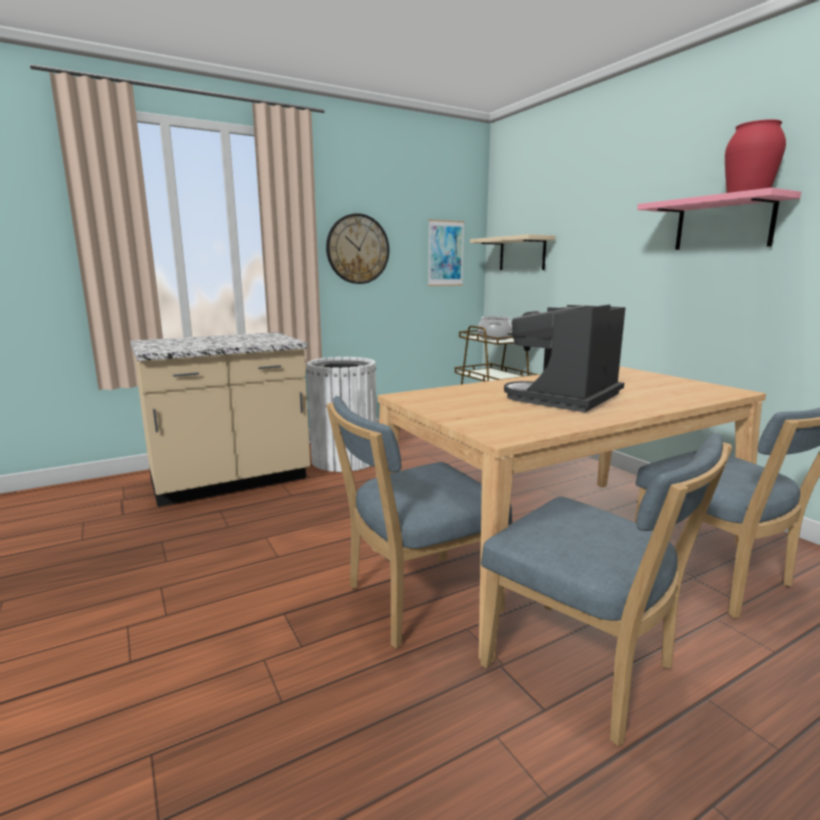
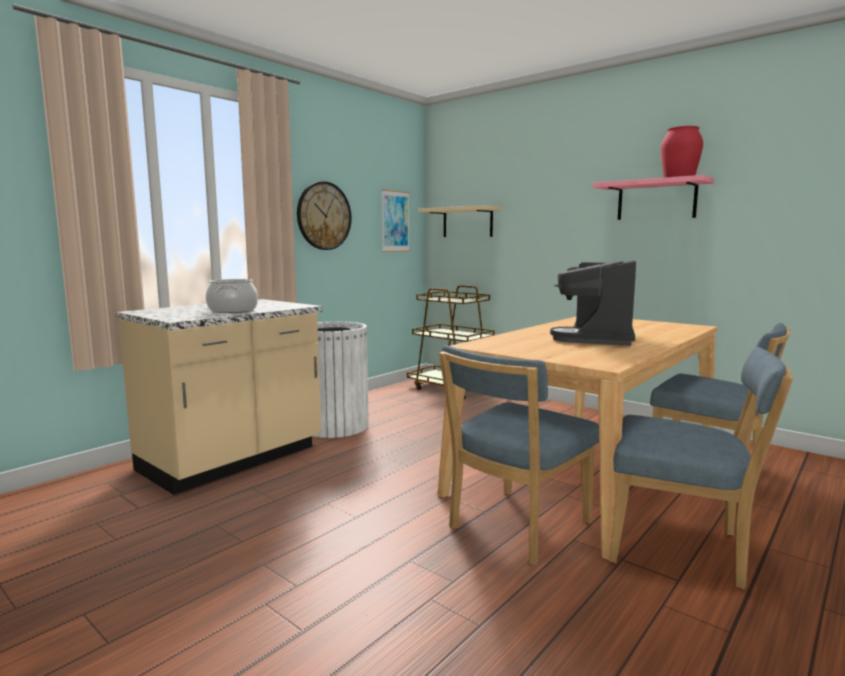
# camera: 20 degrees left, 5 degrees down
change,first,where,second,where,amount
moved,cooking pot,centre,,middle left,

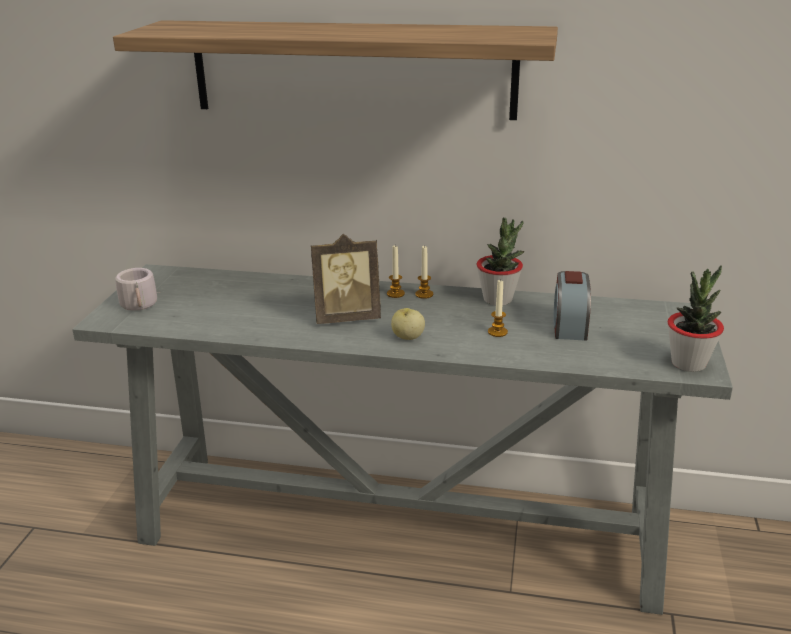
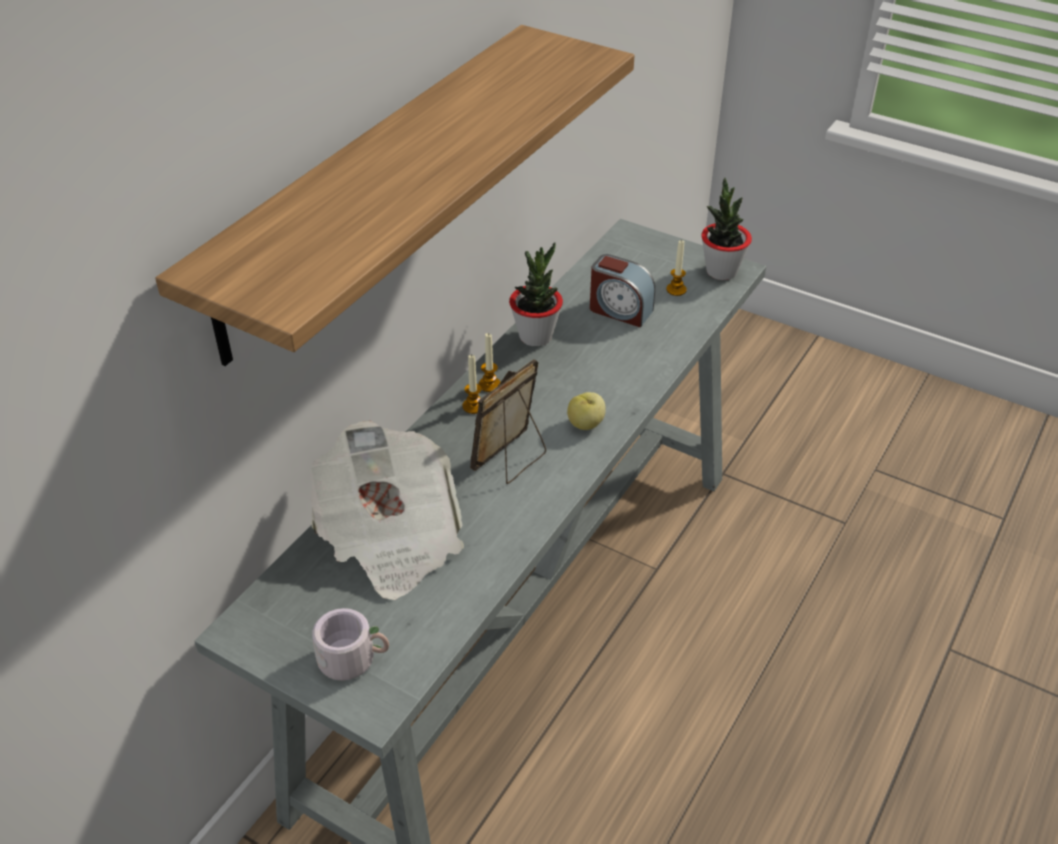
# camera: 70 degrees left, 15 degrees up
change,first,where,second,where,amount
added,,,newspaper,centre,
moved,candle (3rd from left),centre,,top centre,
turned,picture frame,centre,,centre,150 degrees counterclockwise

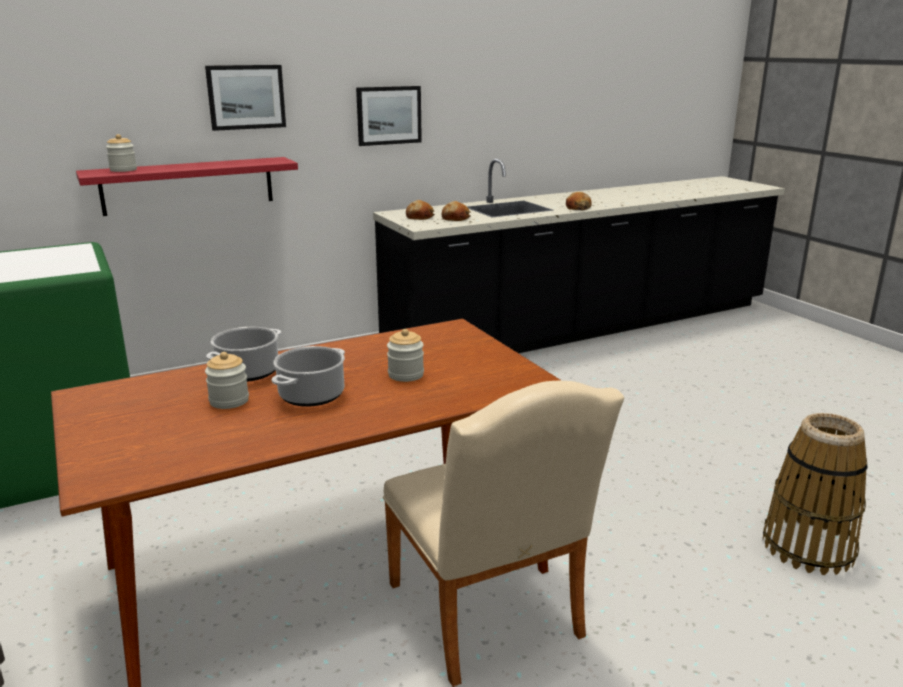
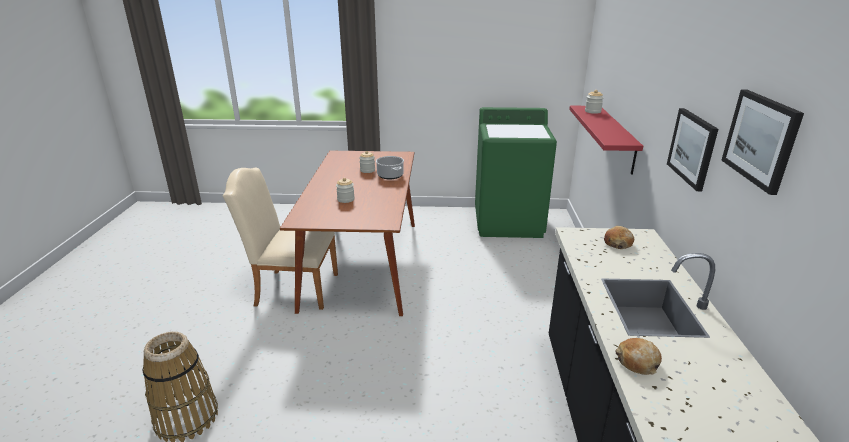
# camera: 120 degrees right, 5 degrees up
change,first,where,second,where,amount
removed,cooking pot (2nd from left),centre,,,
removed,bread (2nd from left),top centre,,,
moved,picture (1st from left in the first image),top left,picture (2nd from left),top right,

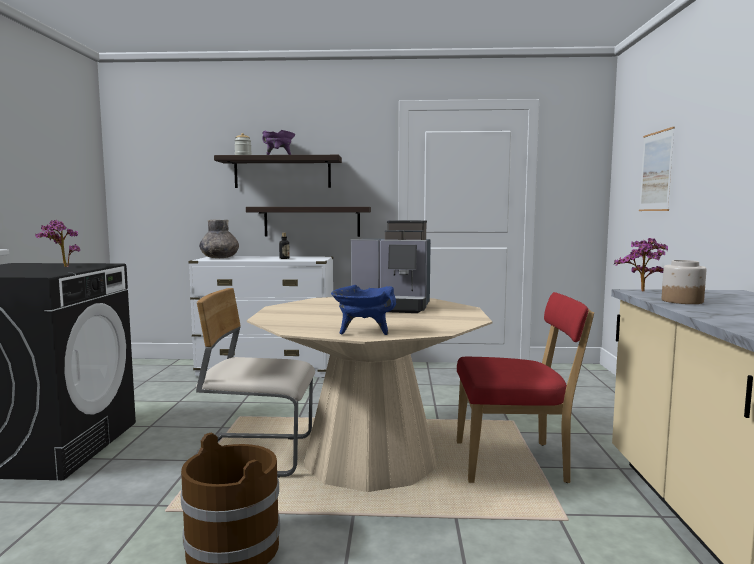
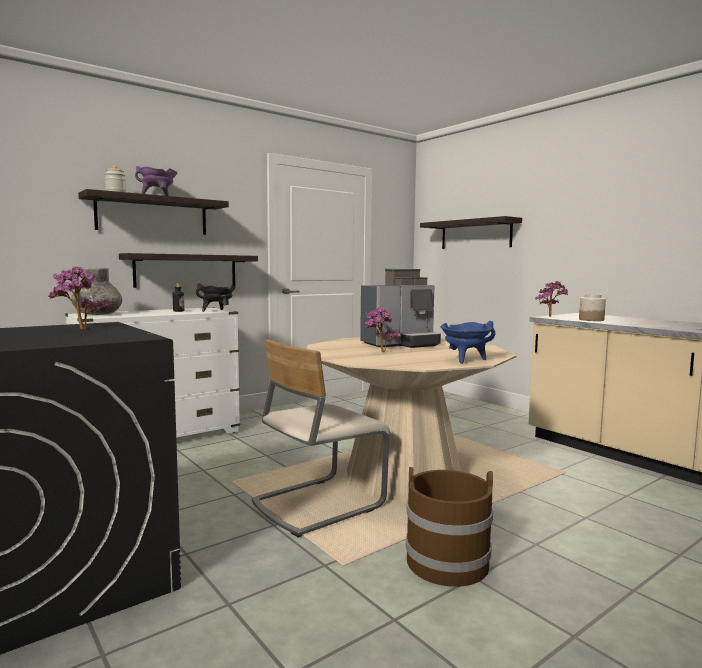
# camera: 40 degrees left, 0 degrees up
change,first,where,second,where,amount
removed,red chair,bottom right,,,
added,,,black cooking pot,middle left,
added,,,potted plant (2nd from left),centre,
replaced,picture,top right,shelf (3rd from left),middle right,

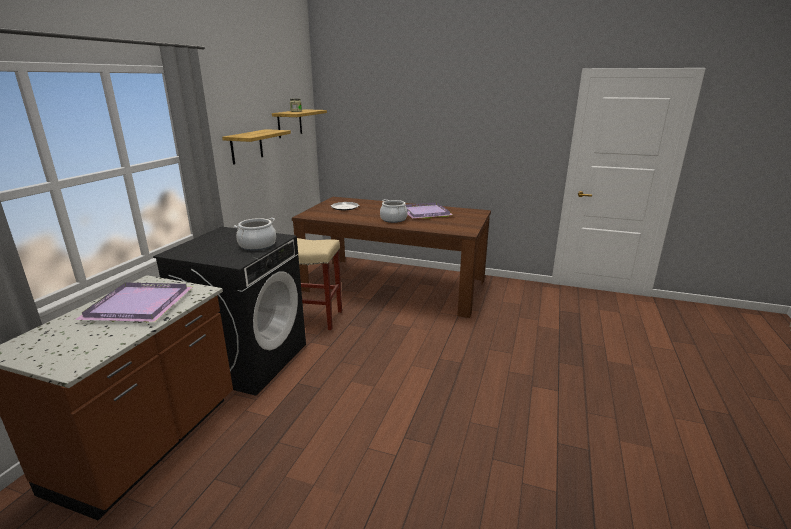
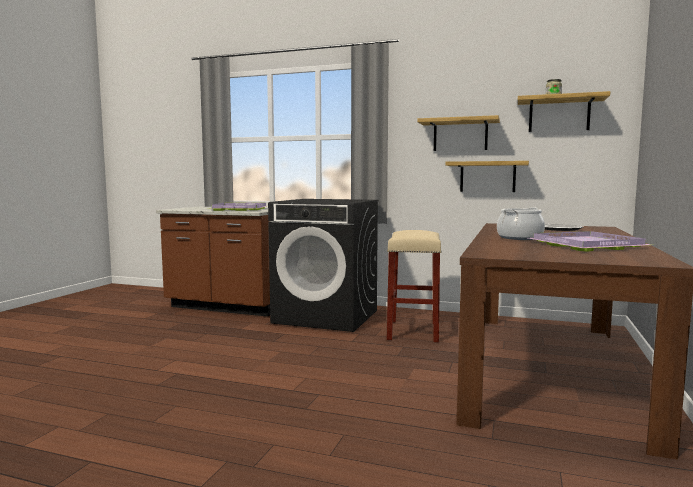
# camera: 90 degrees right, 15 degrees down
change,first,where,second,where,amount
removed,cooking pot (1st from left),middle left,,,
added,,,shelf (2nd from left),middle right,

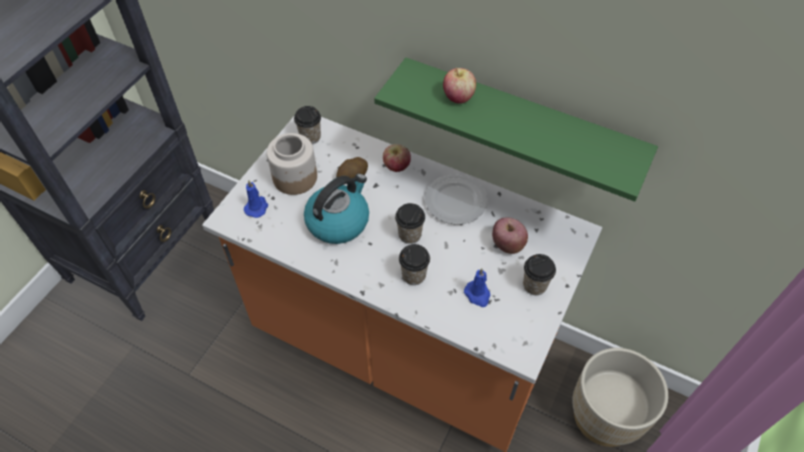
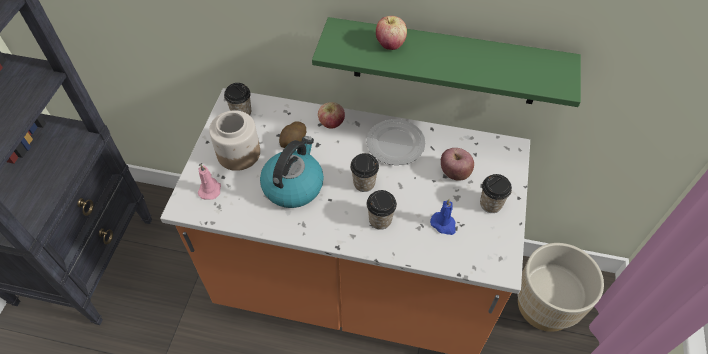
# camera: 15 degrees left, 0 degrees up
change,first,where,second,where,amount
recoloured,blue candle (1st from left),middle left,pink candle,middle left,

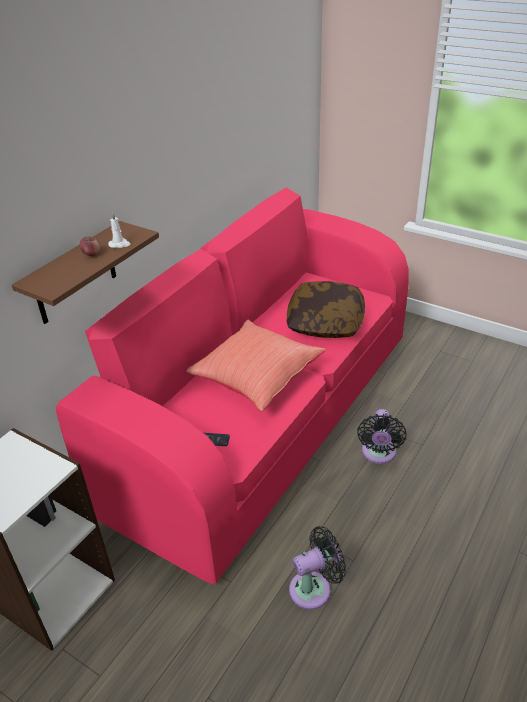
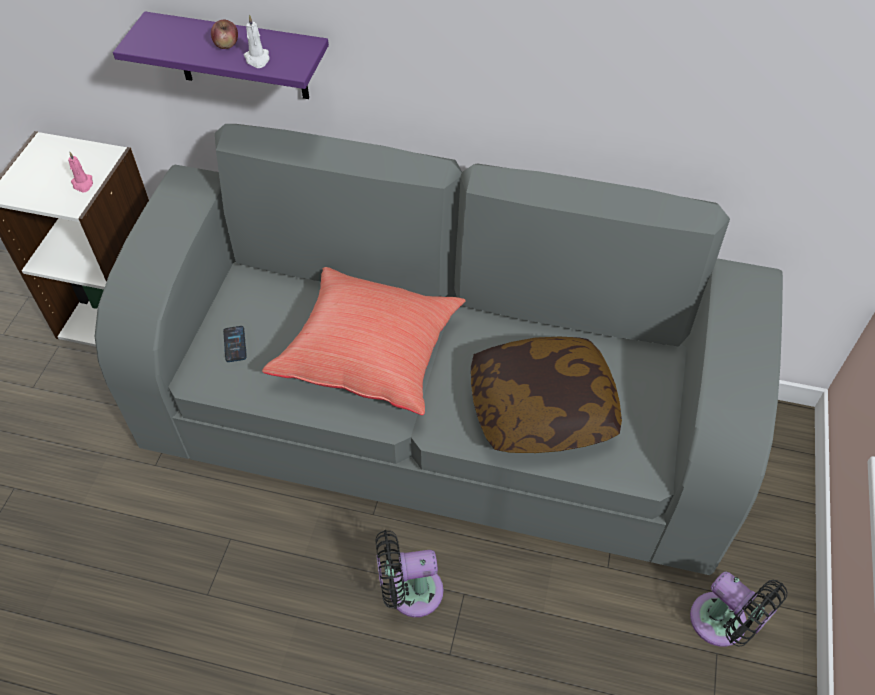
# camera: 70 degrees right, 15 degrees up
change,first,where,second,where,amount
added,,,pink candle,top left,
moved,black fan (1st from left in the first image),bottom centre,black fan (2nd from left),bottom right,
recoloured,brown shelf,middle left,purple shelf,top left,
recoloured,pink sofa,centre,grey sofa,centre,

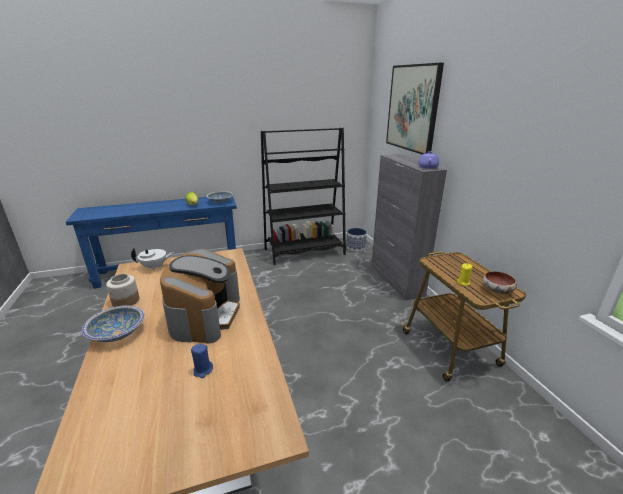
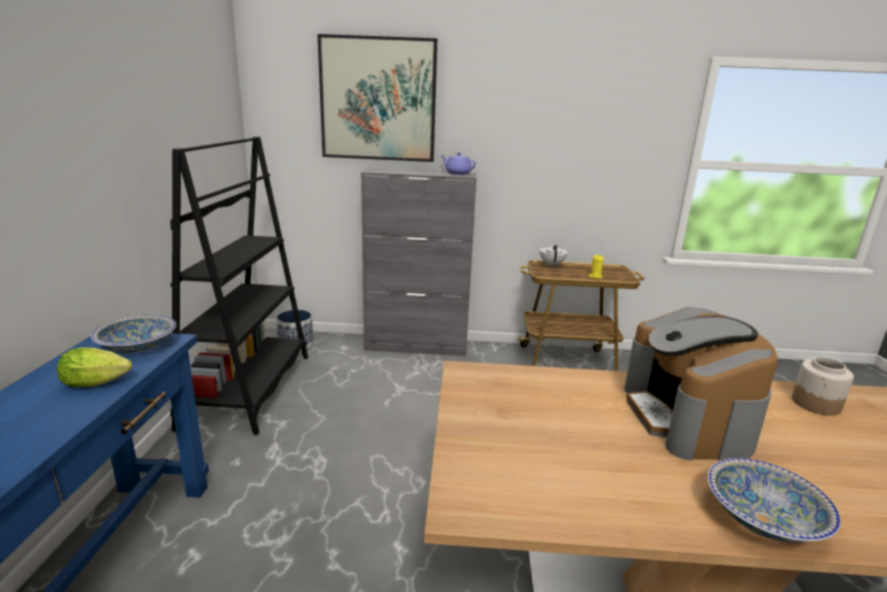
# camera: 70 degrees left, 5 degrees down
change,first,where,second,where,amount
removed,blue candle,bottom left,,,
removed,bowl (3rd from left),middle right,,,
moved,jar,middle left,,middle right,
moved,white teapot,middle left,,centre,
turned,coffee machine,middle left,,middle right,120 degrees counterclockwise

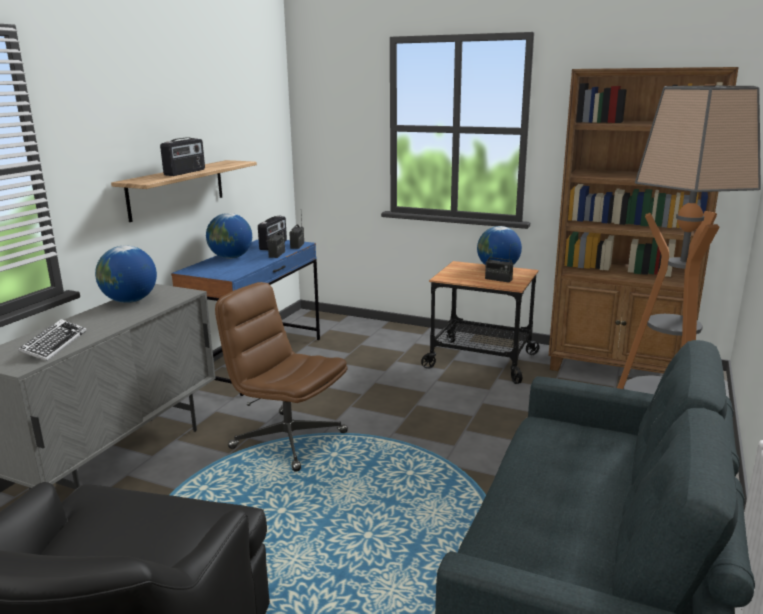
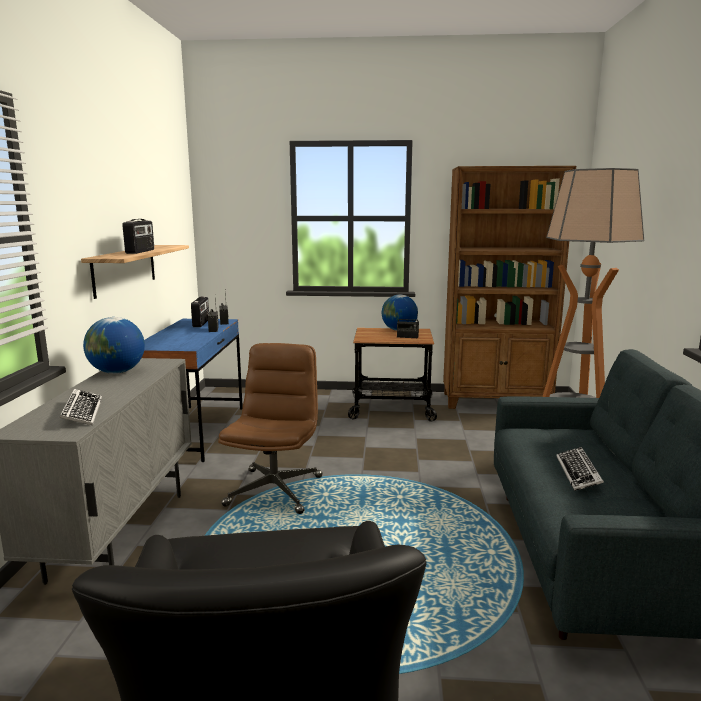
# camera: 20 degrees left, 5 degrees down
change,first,where,second,where,amount
removed,globe (2nd from left),middle left,,,
added,,,keyboard (2nd from left),bottom right,
turned,brown office chair,centre,,centre,90 degrees clockwise

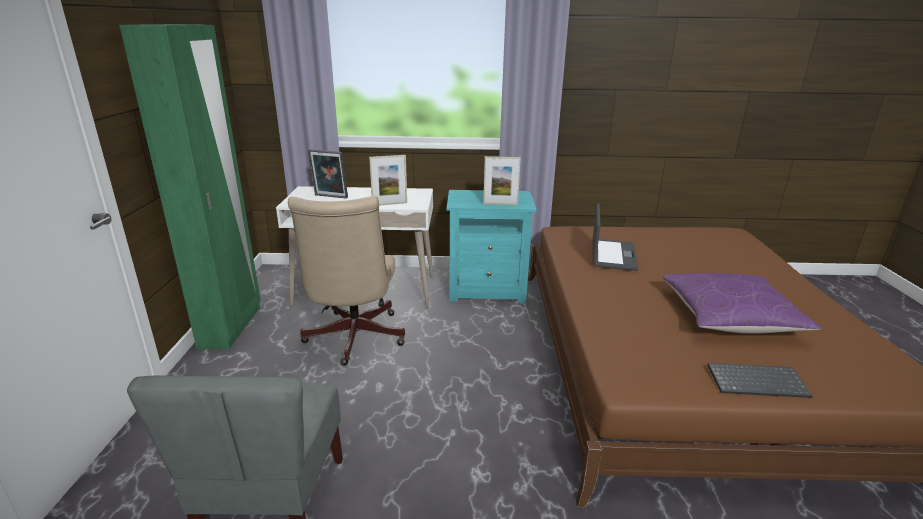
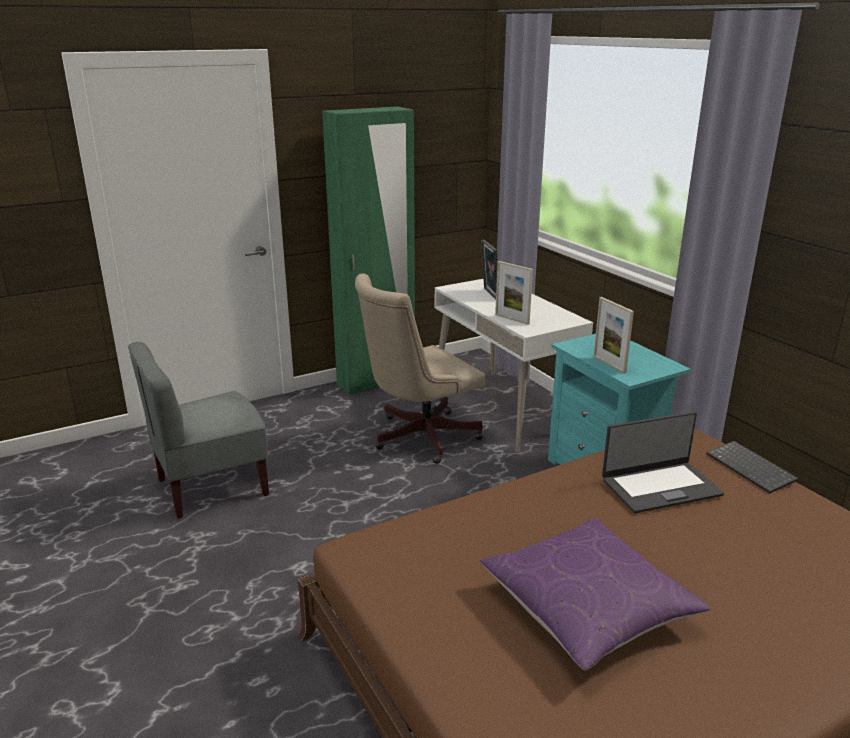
# camera: 60 degrees right, 0 degrees up
change,first,where,second,where,amount
moved,keyboard,bottom right,,middle right,

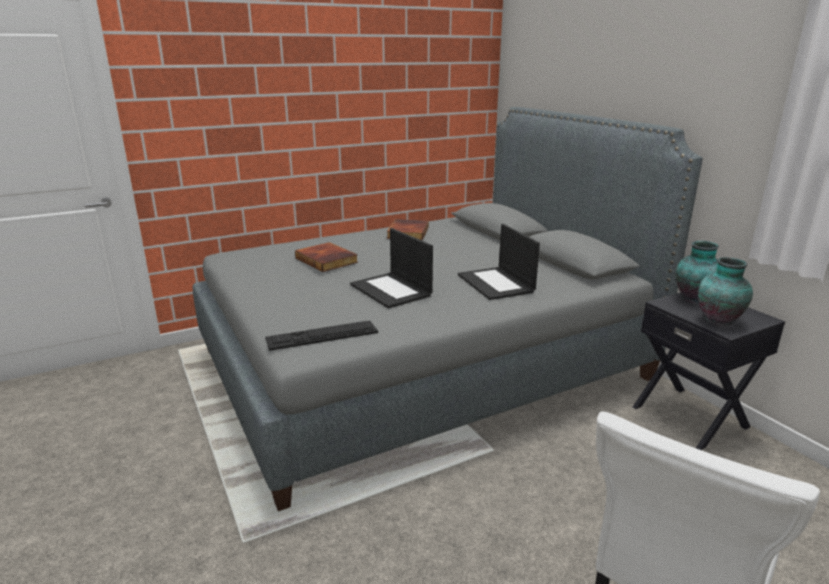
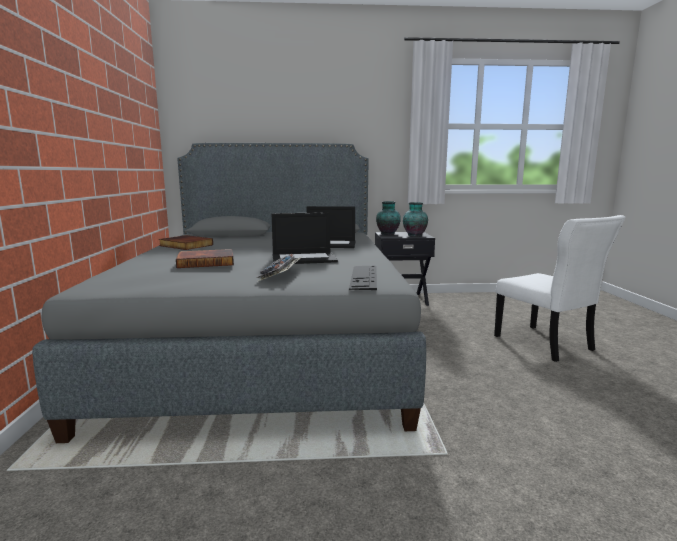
# camera: 65 degrees left, 10 degrees down
change,first,where,second,where,amount
added,,,keyboard (1st from left),centre,

